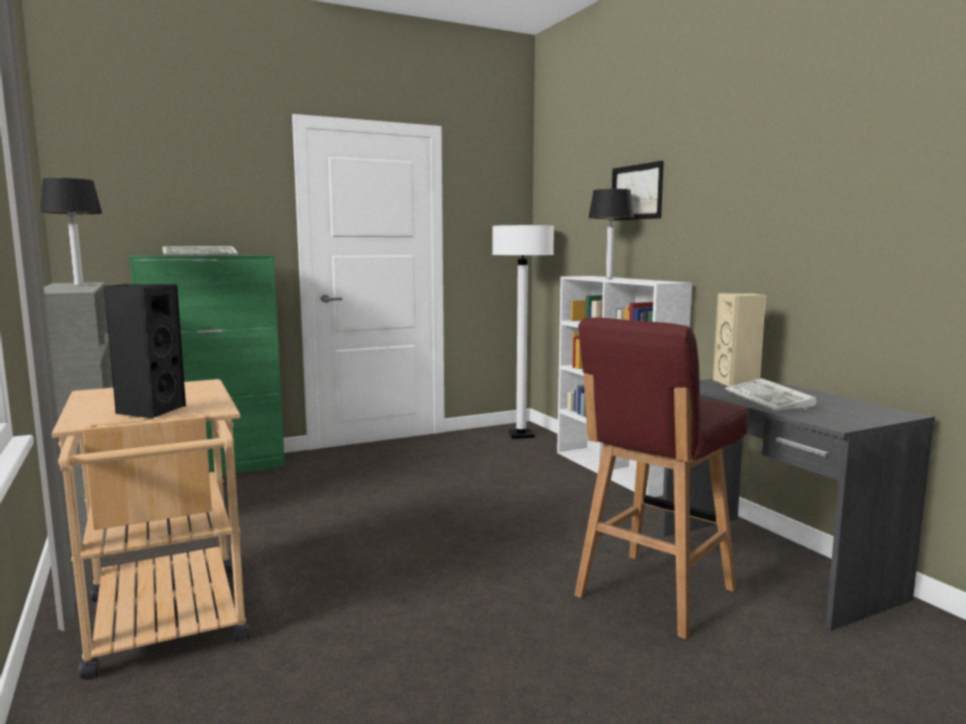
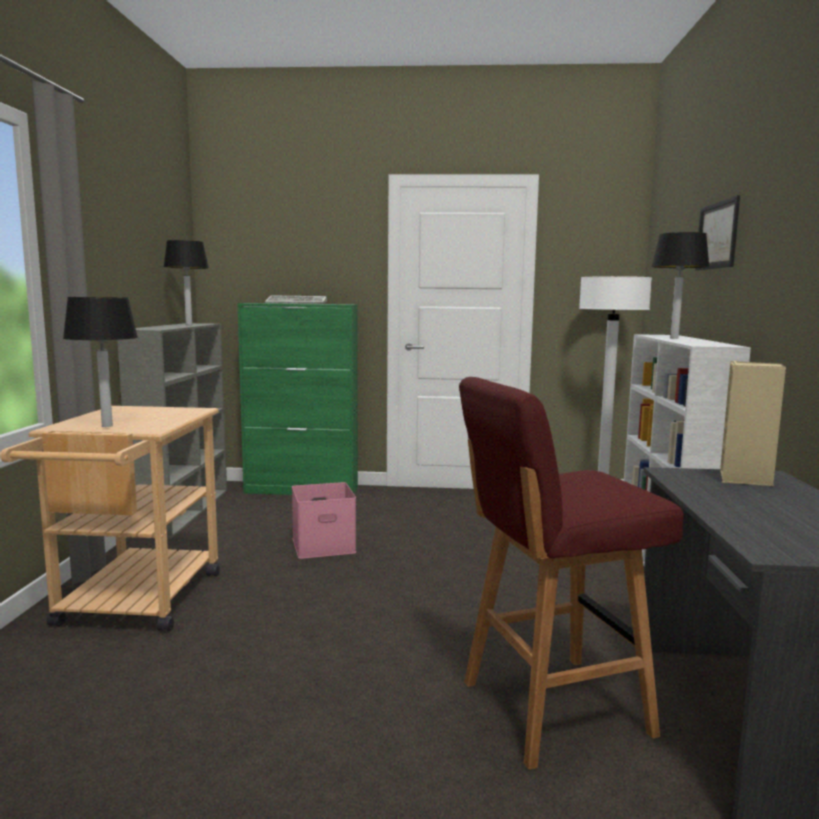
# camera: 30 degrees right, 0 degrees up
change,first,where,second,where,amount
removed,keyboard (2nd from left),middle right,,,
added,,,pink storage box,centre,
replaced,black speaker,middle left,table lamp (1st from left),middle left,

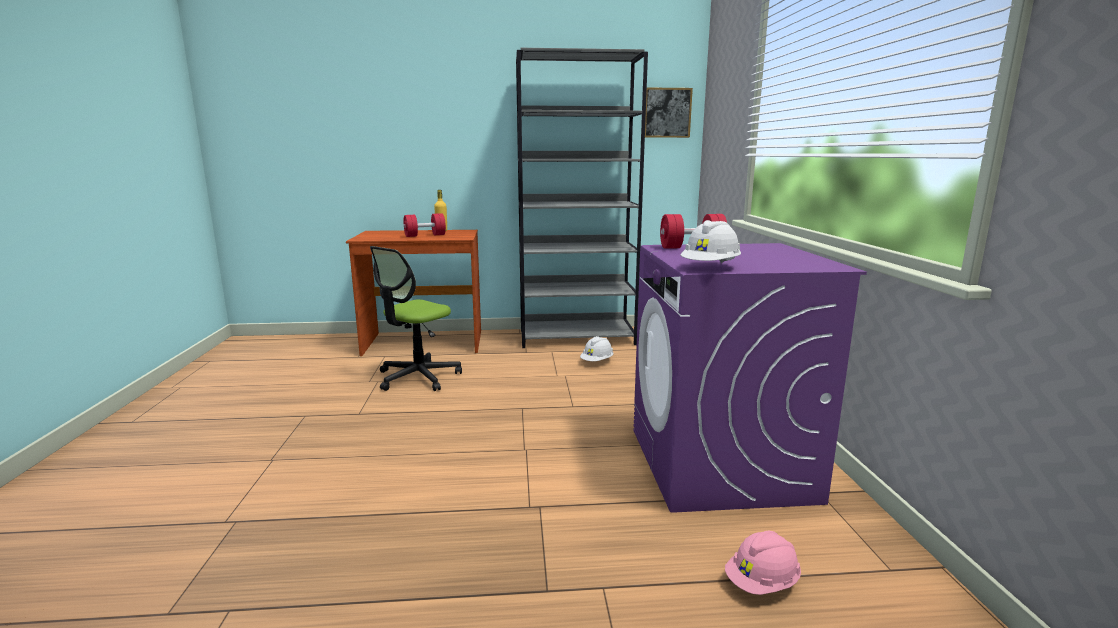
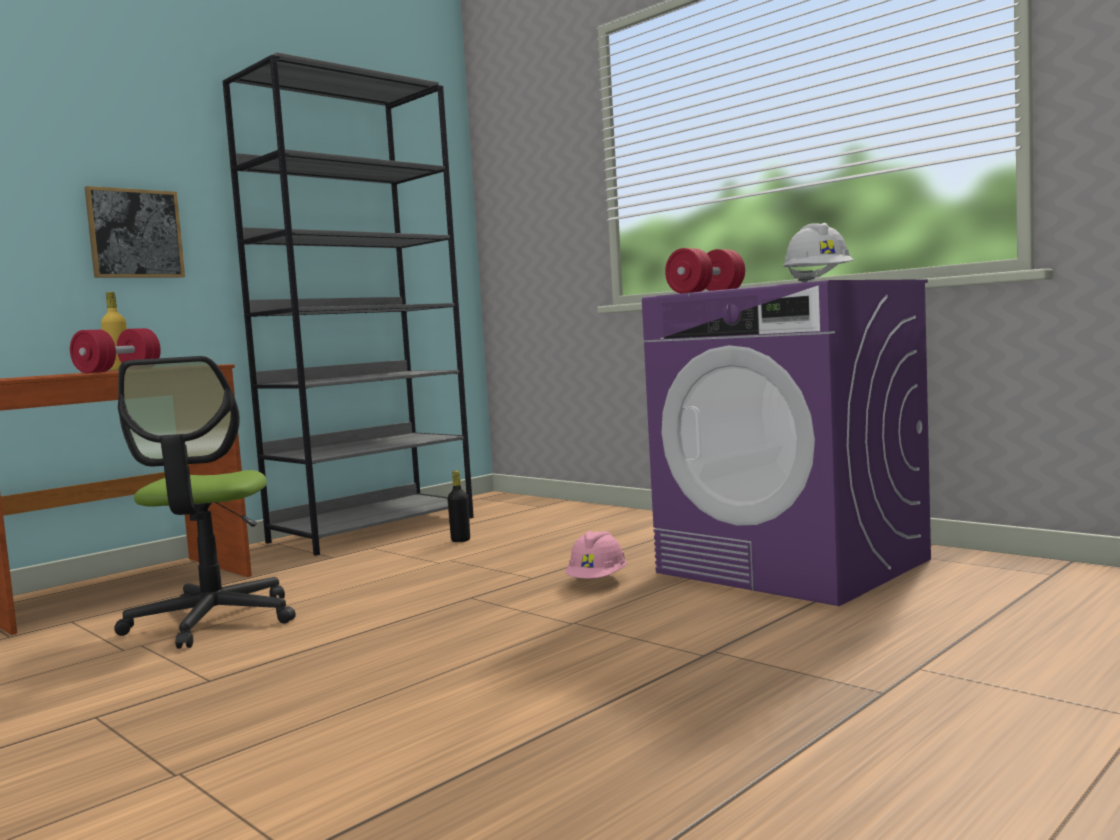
# camera: 40 degrees left, 10 degrees down
change,first,where,second,where,amount
moved,picture,top centre,,top left,
moved,pink hard hat,bottom right,,centre,
replaced,white hard hat (1st from left),centre,black bottle,centre,

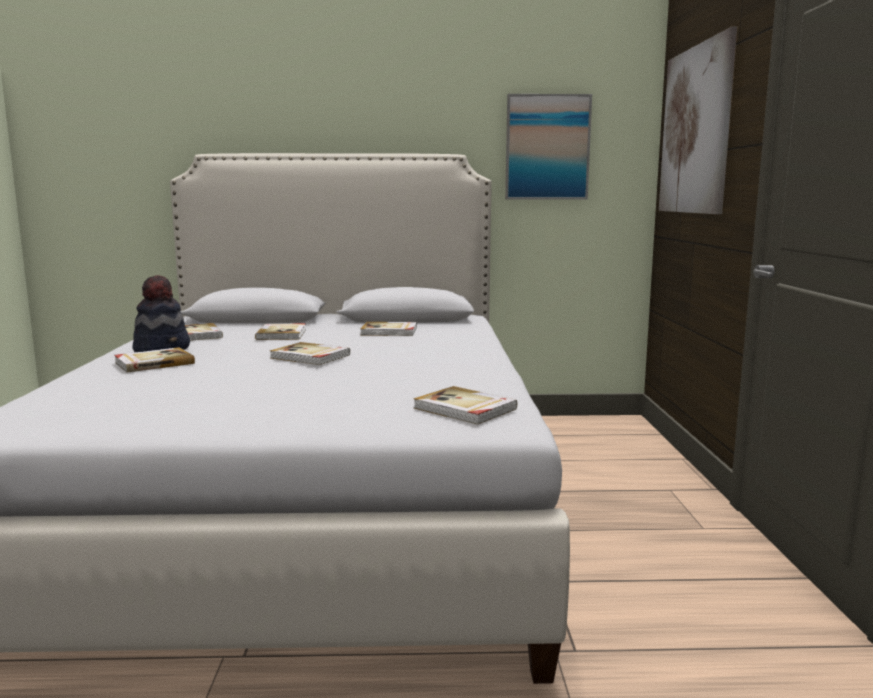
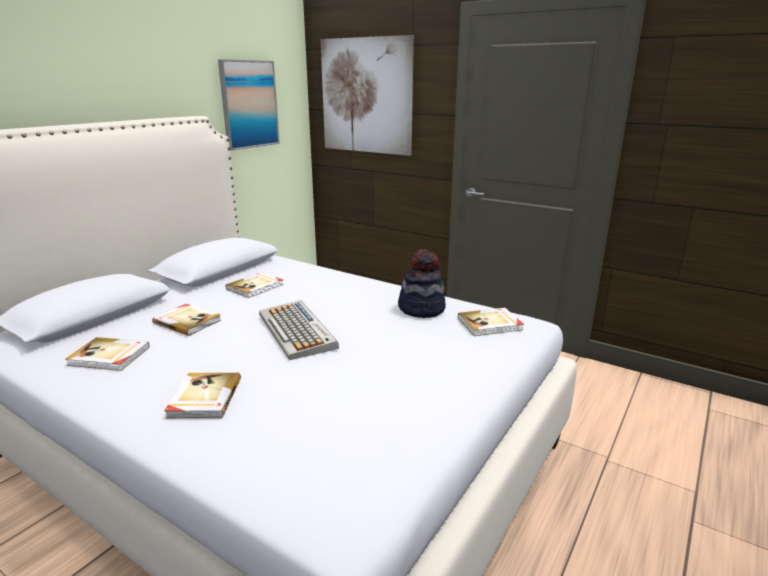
# camera: 55 degrees left, 10 degrees up
change,first,where,second,where,amount
moved,hat,middle left,,centre,
replaced,book (4th from left),centre,keyboard,centre,

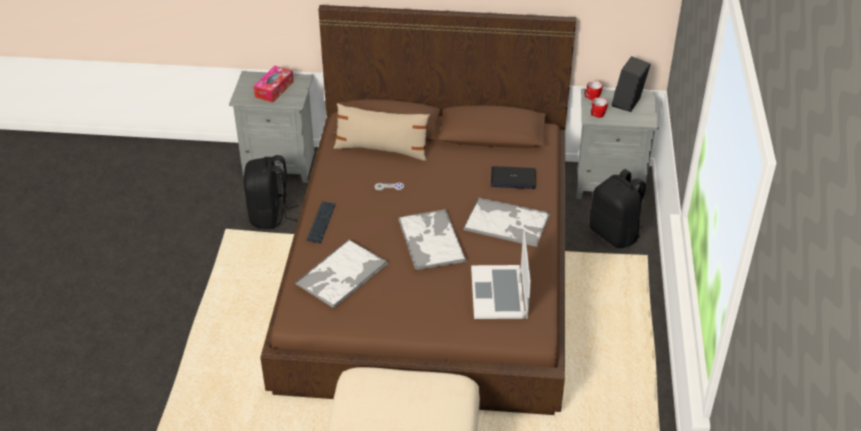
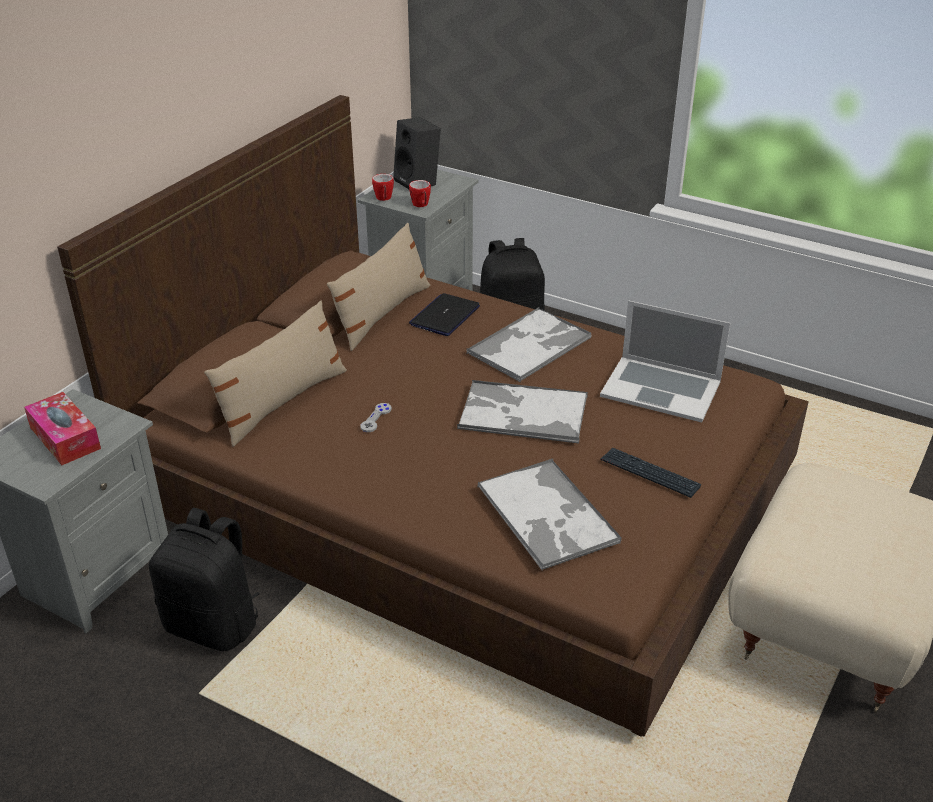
# camera: 65 degrees left, 5 degrees down
change,first,where,second,where,amount
added,,,beige pillow (2nd from left),centre,
moved,keyboard,centre,,middle right,

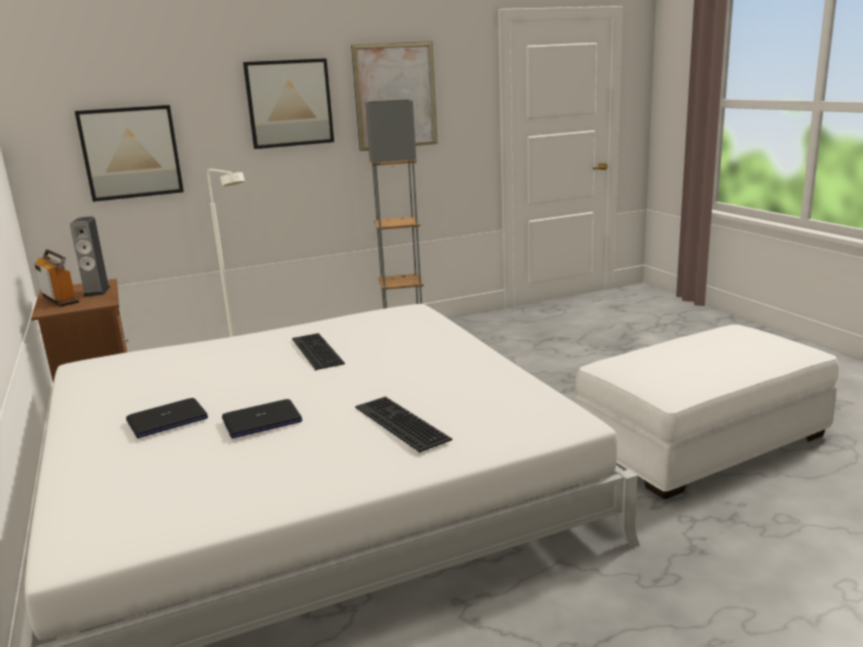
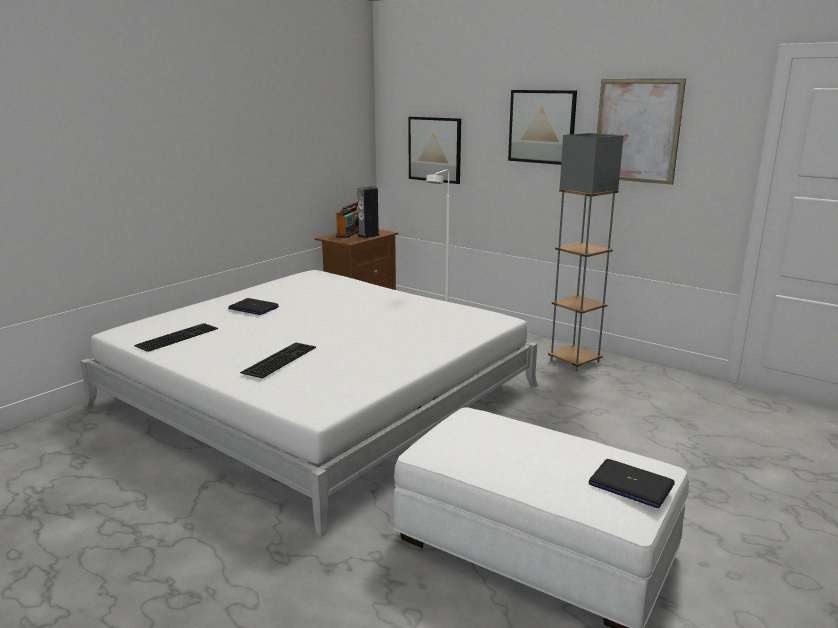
# camera: 60 degrees right, 0 degrees up
change,first,where,second,where,amount
moved,laptop (2nd from left),middle left,,bottom right,
moved,keyboard (1st from left),centre,,middle left,

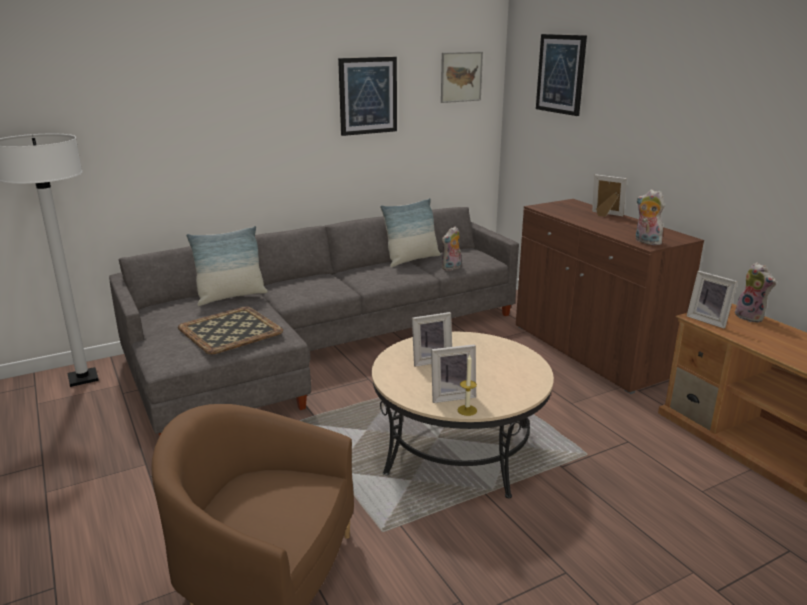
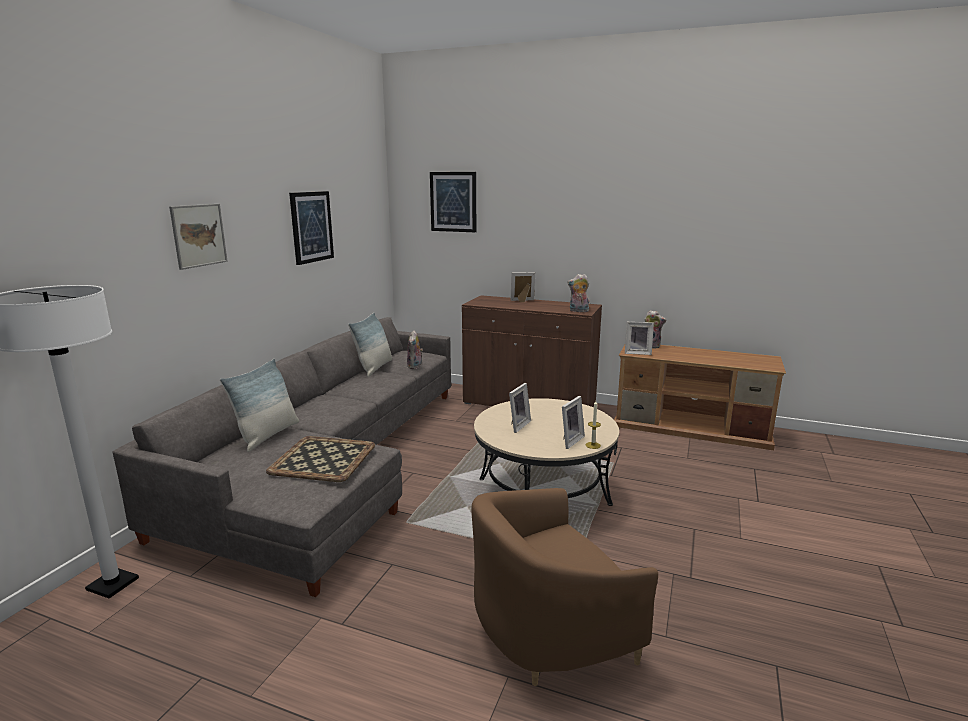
# camera: 40 degrees left, 5 degrees down
change,first,where,second,where,amount
moved,picture (2nd from left in the first image),top centre,picture (1st from left),top left,

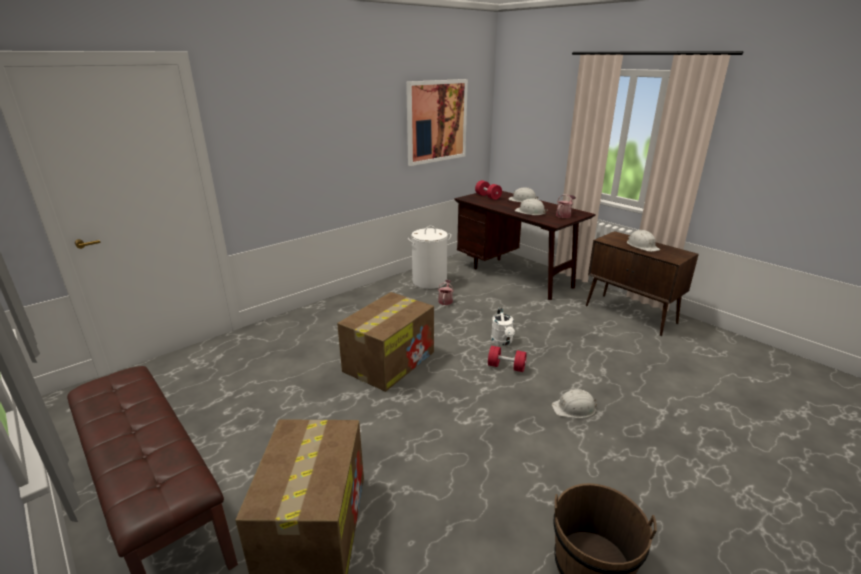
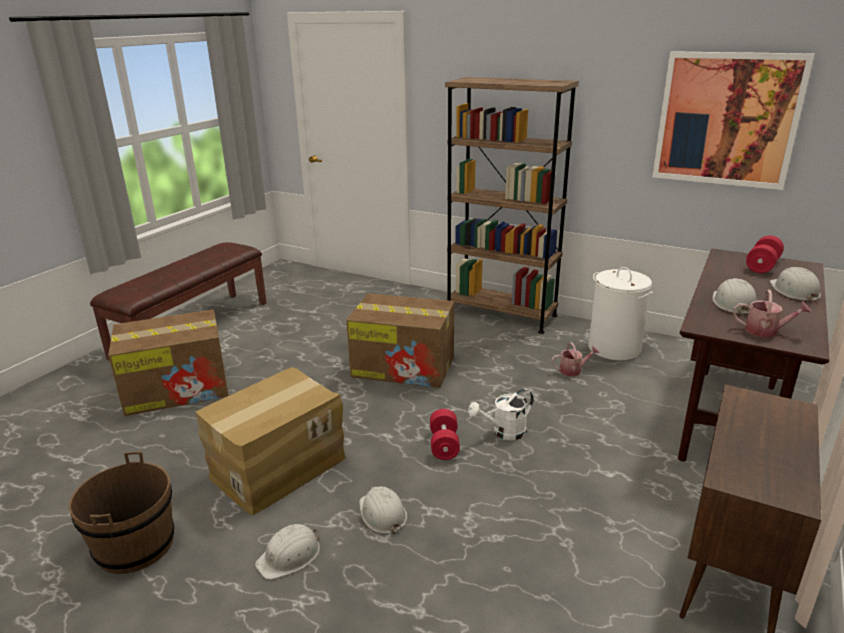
# camera: 70 degrees right, 0 degrees up
change,first,where,second,where,amount
added,,,cardboard box (2nd from left),bottom left,
added,,,brown bookcase,top centre,
moved,white hard hat (4th from left in the first image),middle right,white hard hat (1st from left),bottom centre,

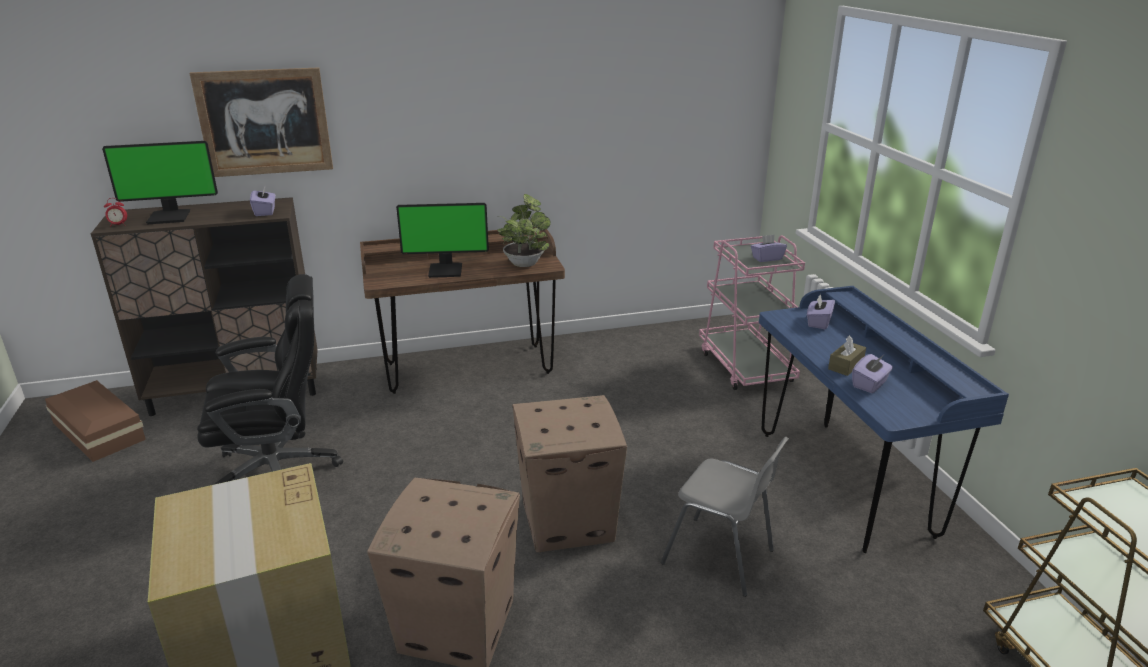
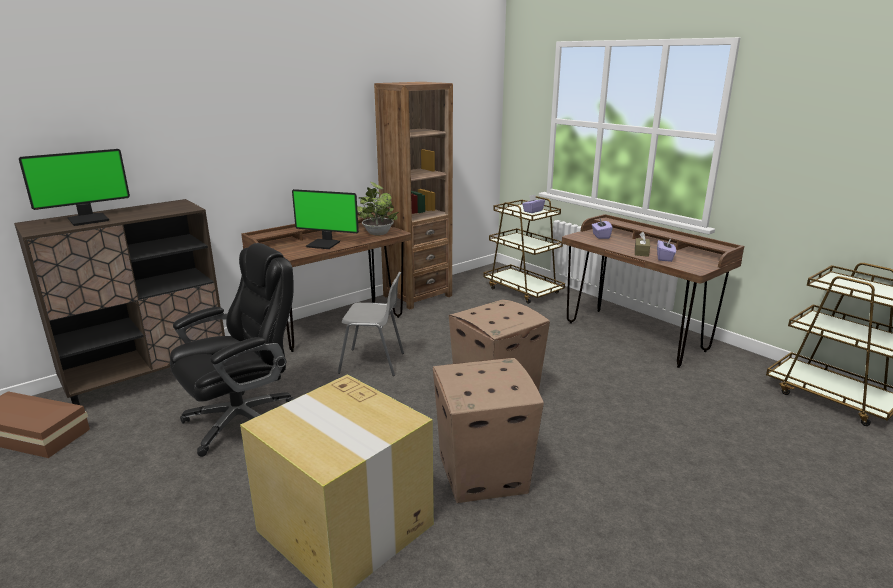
# camera: 25 degrees left, 5 degrees down
change,first,where,second,where,amount
removed,alarm clock,top left,,,
removed,picture,top left,,,
removed,purple tissue box (1st from left),top left,,,
added,,,brown bookcase,centre,
moved,grey chair,bottom centre,,centre,
recoloured,pink cart,centre,brown cart (1st from left),centre,
recoloured,blue desk,middle right,brown desk (2nd from left),middle right,
turned,monitor (2nd from left),centre,,centre,45 degrees clockwise

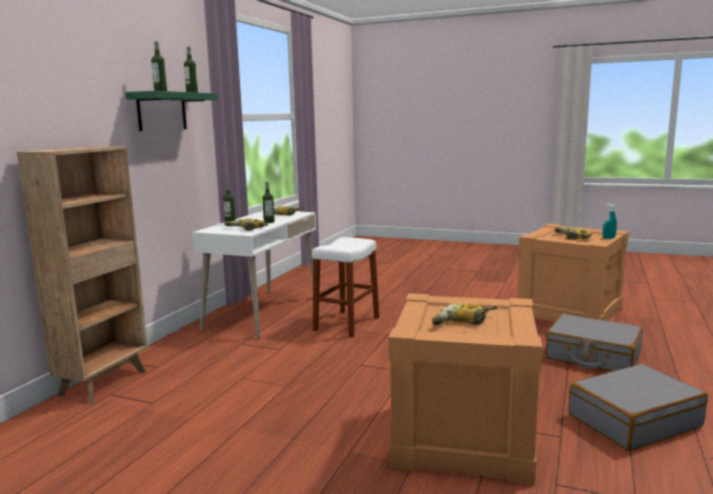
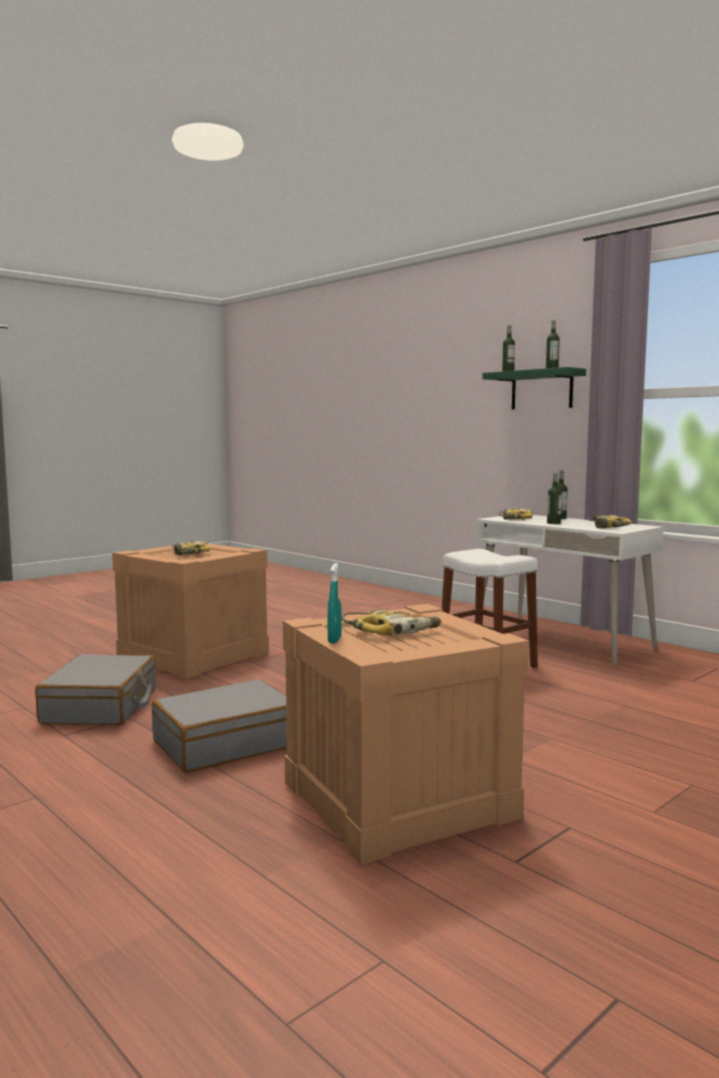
# camera: 115 degrees right, 5 degrees down
change,first,where,second,where,amount
removed,brown bookcase,middle left,,,

